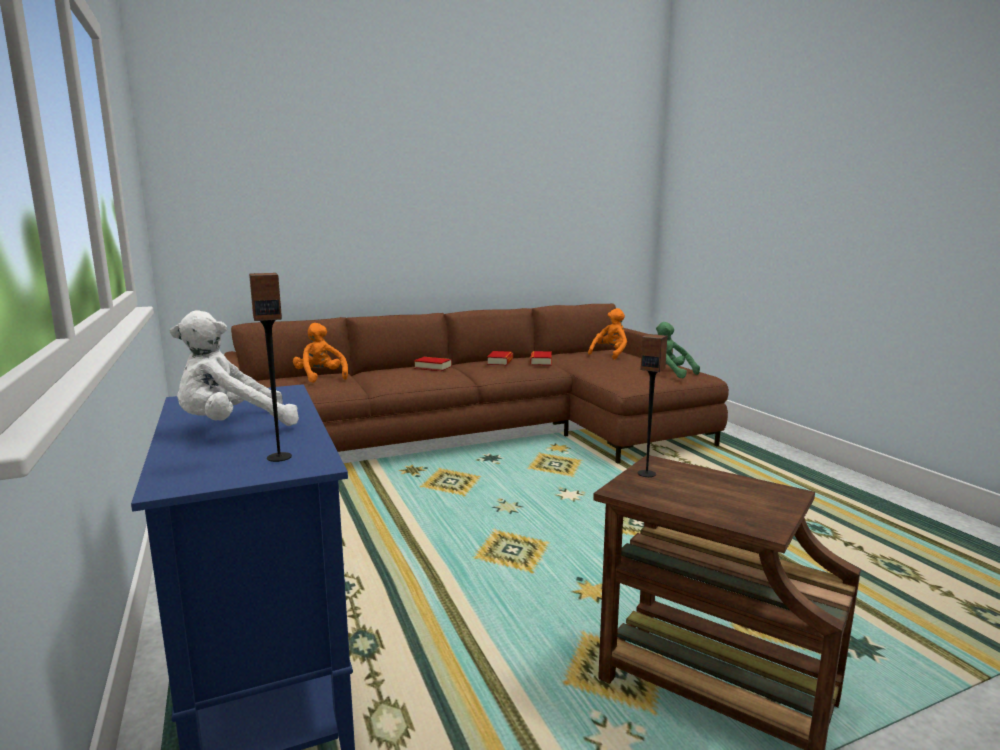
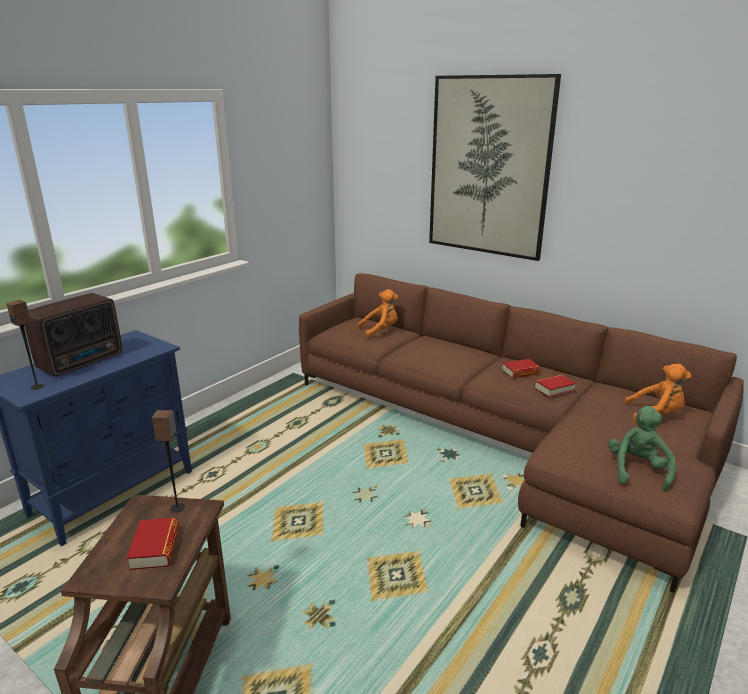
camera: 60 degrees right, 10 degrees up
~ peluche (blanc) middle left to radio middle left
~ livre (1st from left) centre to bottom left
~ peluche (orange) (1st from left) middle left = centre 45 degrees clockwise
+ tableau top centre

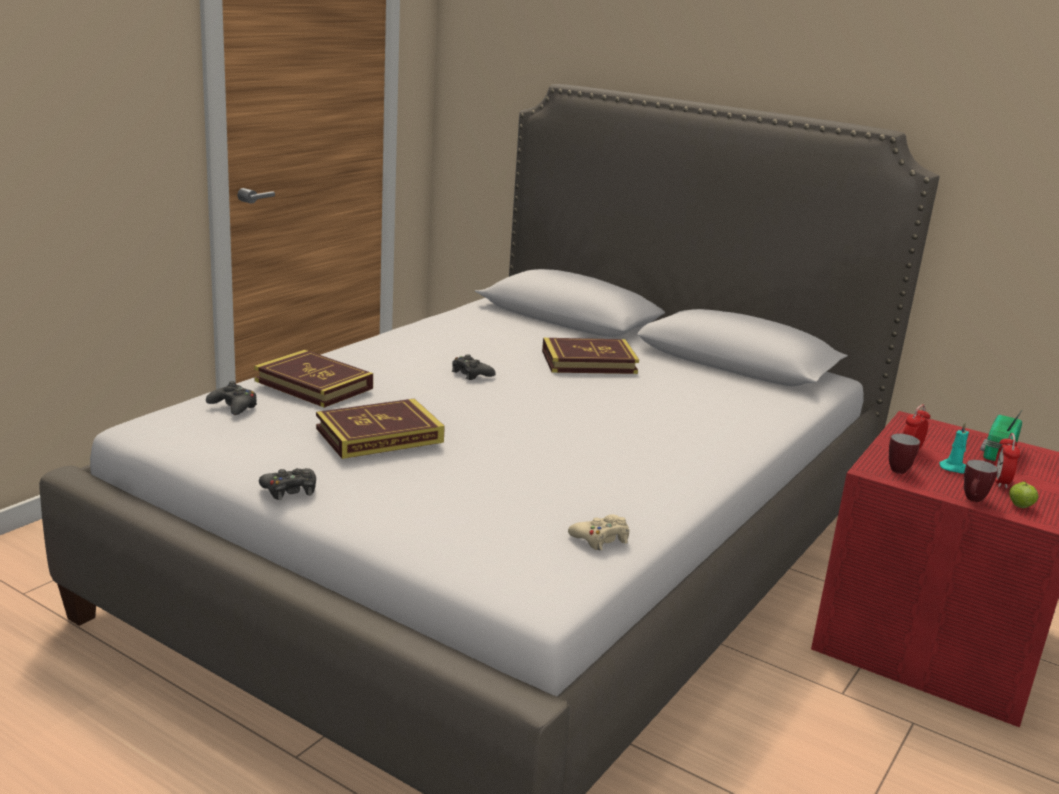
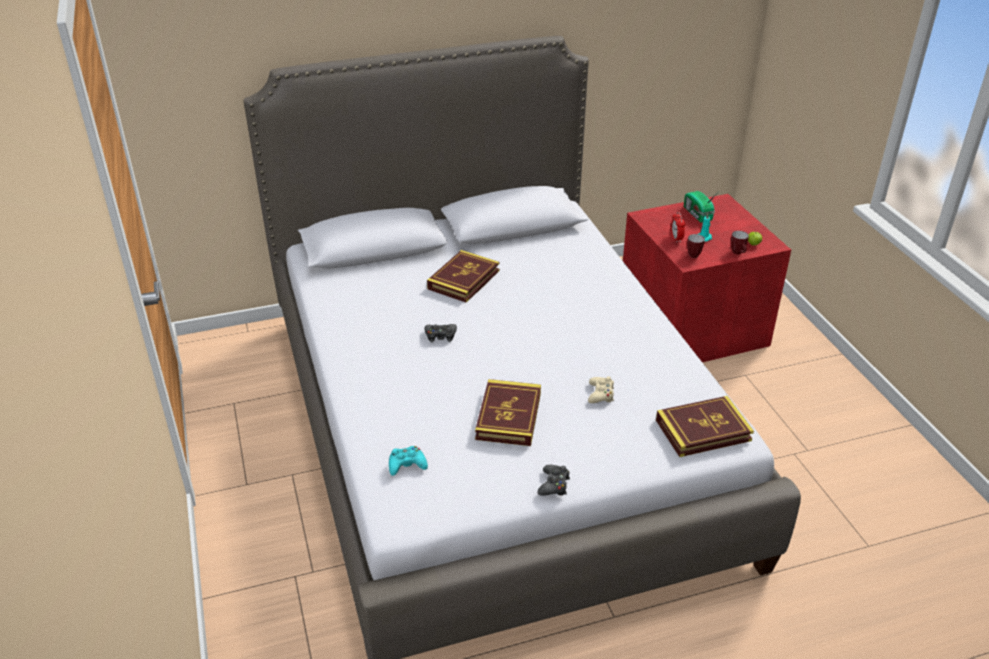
camera: 50 degrees left, 15 degrees up
~ manette (noir) (1st from left) middle left to manette (turquoise) bottom centre
~ manette (beige) bottom centre to centre
~ livre (1st from left in the first image) middle left to livre (3rd from left) middle right
- réveil (2nd from left) middle right

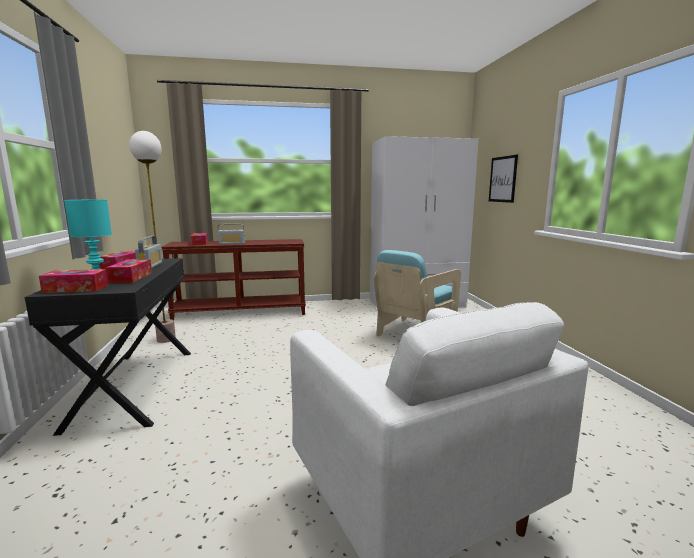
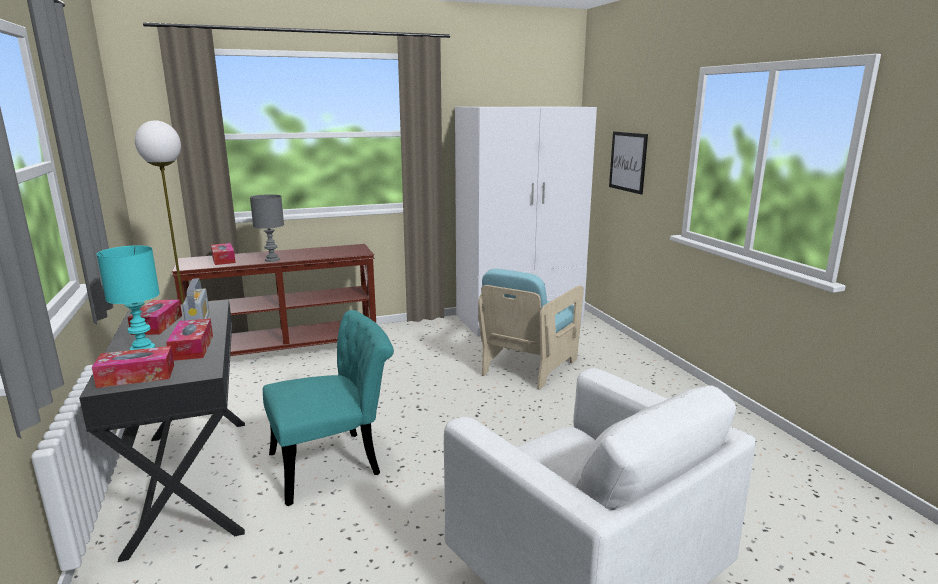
camera: 10 degrees left, 5 degrees up
~ radio (2nd from left) middle left to lampe de table (gris) middle left
+ chaise (turquoise) bottom centre

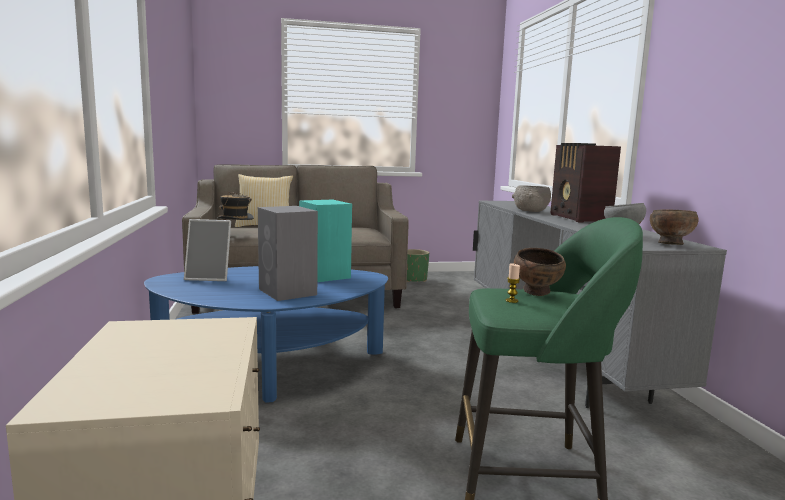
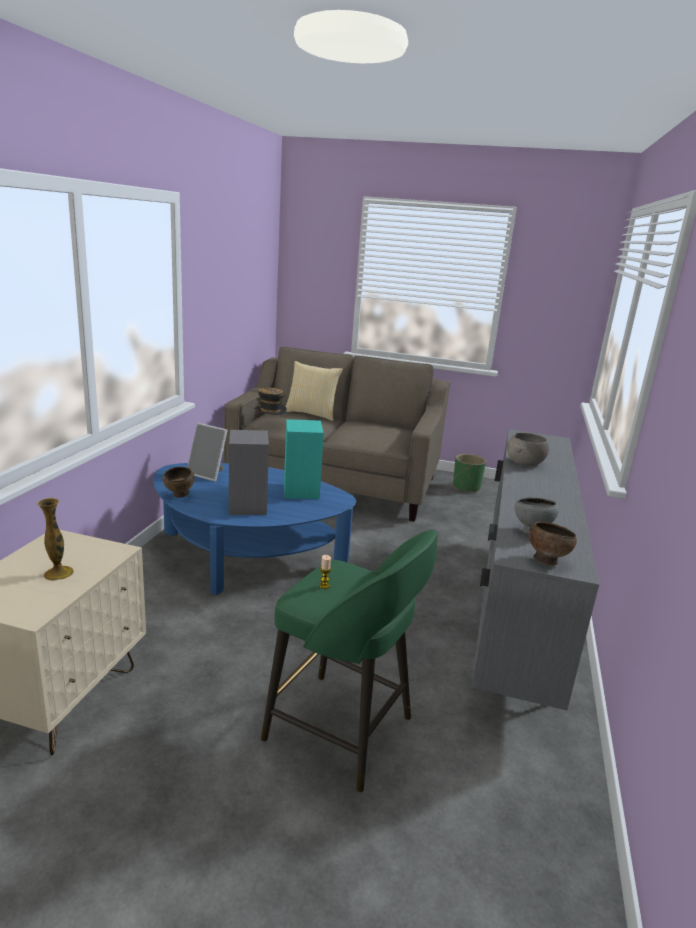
camera: 25 degrees right, 10 degrees up
+ vase middle left
~ bol (marron) (1st from left) middle right to middle left
- radio middle right

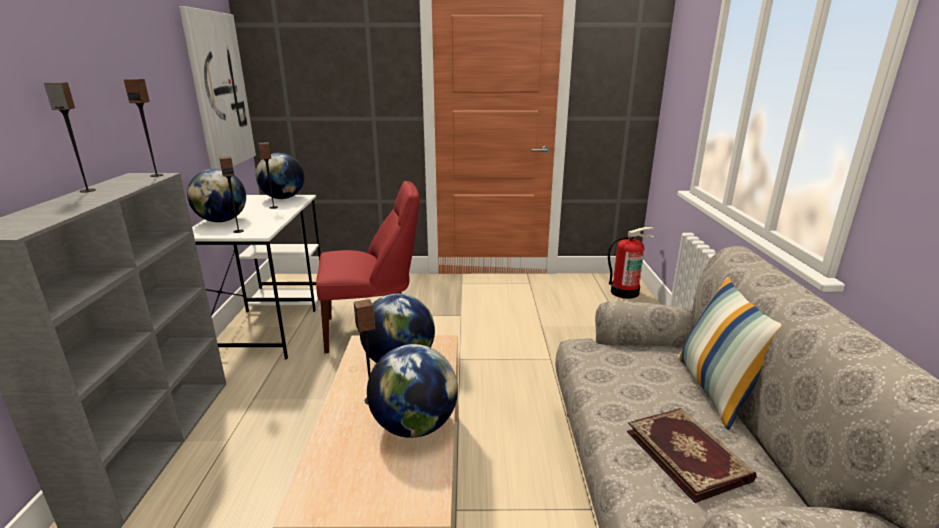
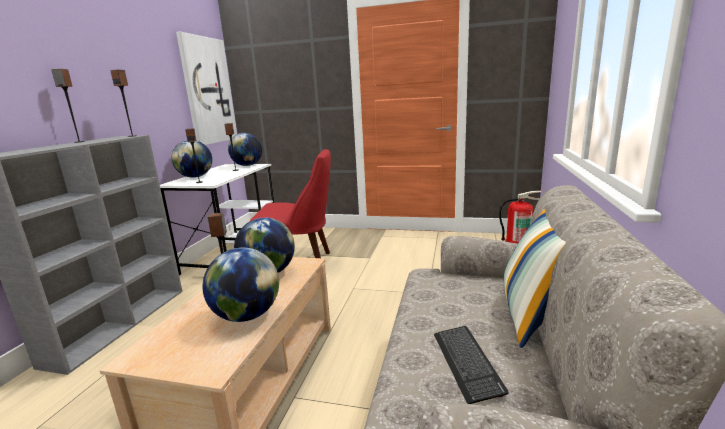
camera: 15 degrees right, 5 degrees down
~ livre bottom right to clavier bottom centre

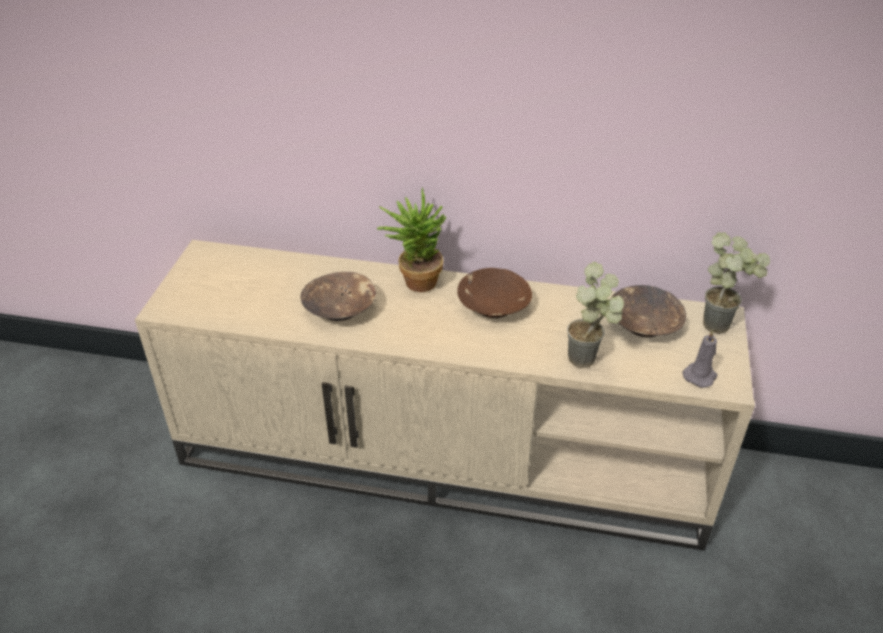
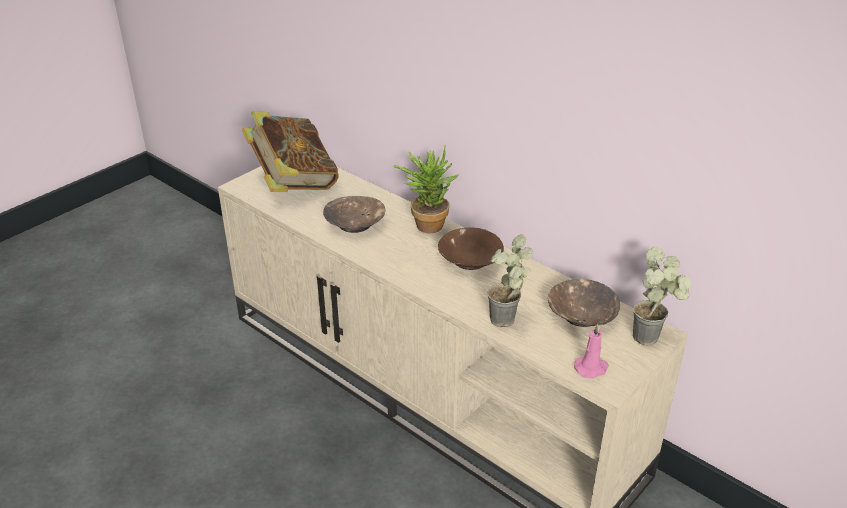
camera: 30 degrees right, 5 degrees down
+ livre top centre
~ bougie (gris) middle right to bougie (rose) bottom right

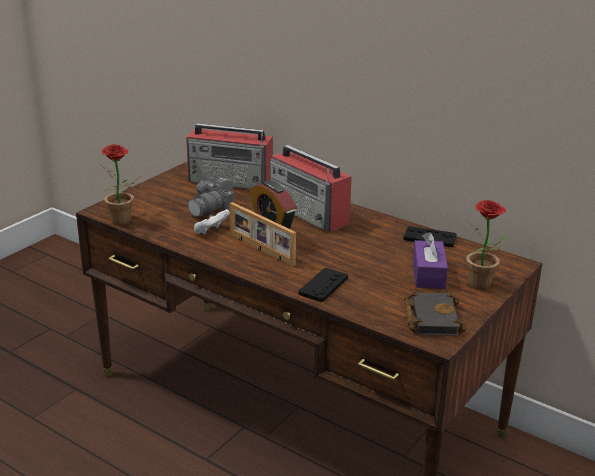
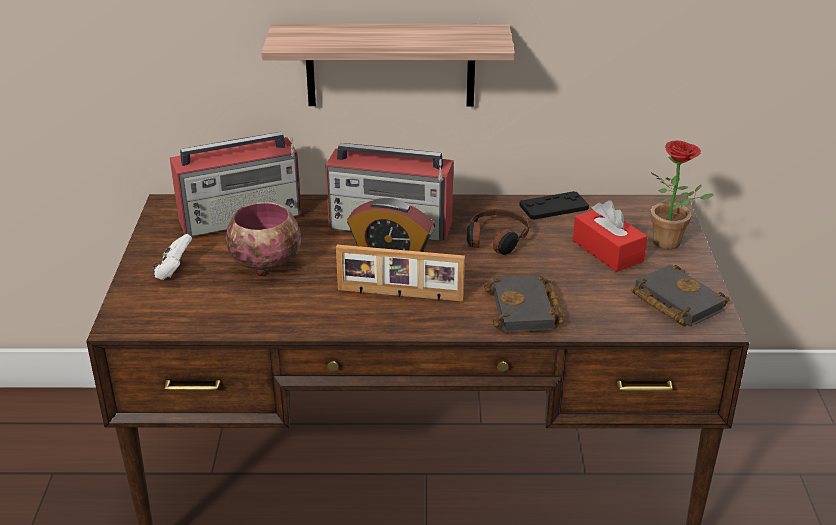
camera: 35 degrees left, 5 degrees up
~ manette (blanc) centre to middle left
~ appareil photo centre to bol middle left
+ étagère top centre
+ casque audio centre
~ manette (noir) (1st from left) centre to livre (noir) (1st from left) centre
~ boîte à mouchoirs (violet) middle right to boîte à mouchoirs (rouge) middle right
- plante en pot (1st from left) middle left

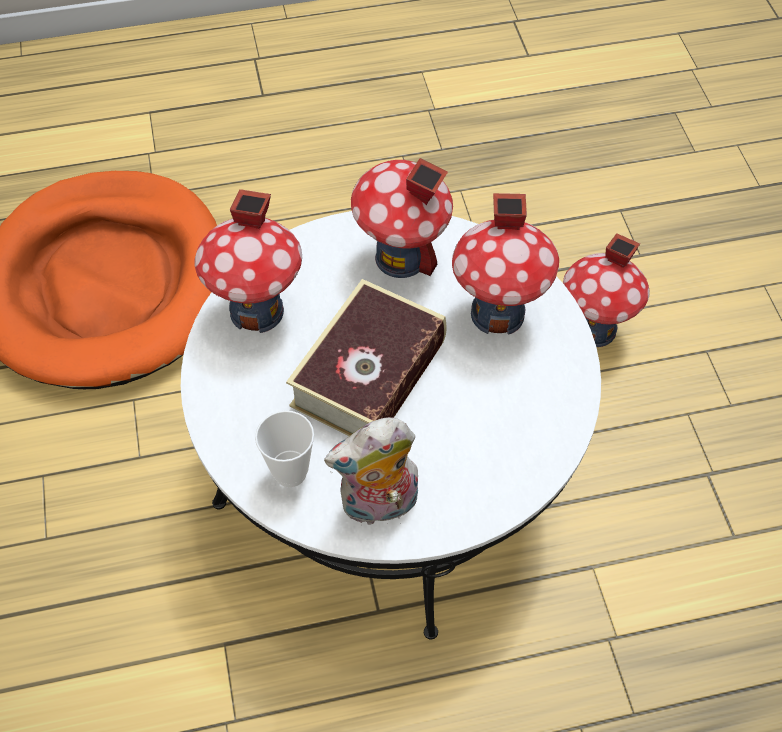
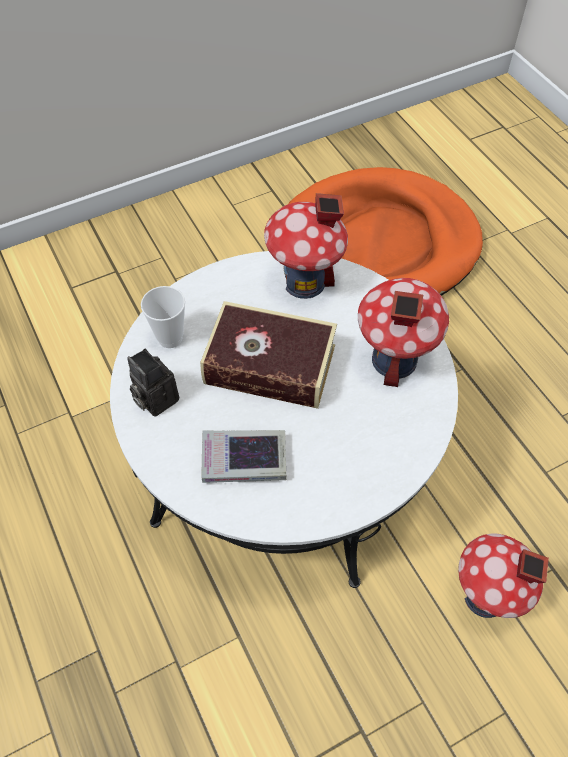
camera: 75 degrees right, 0 degrees up
~ peluche centre to appareil photo middle left
+ livre (1st from left) centre
- maison miniature (3rd from left) centre

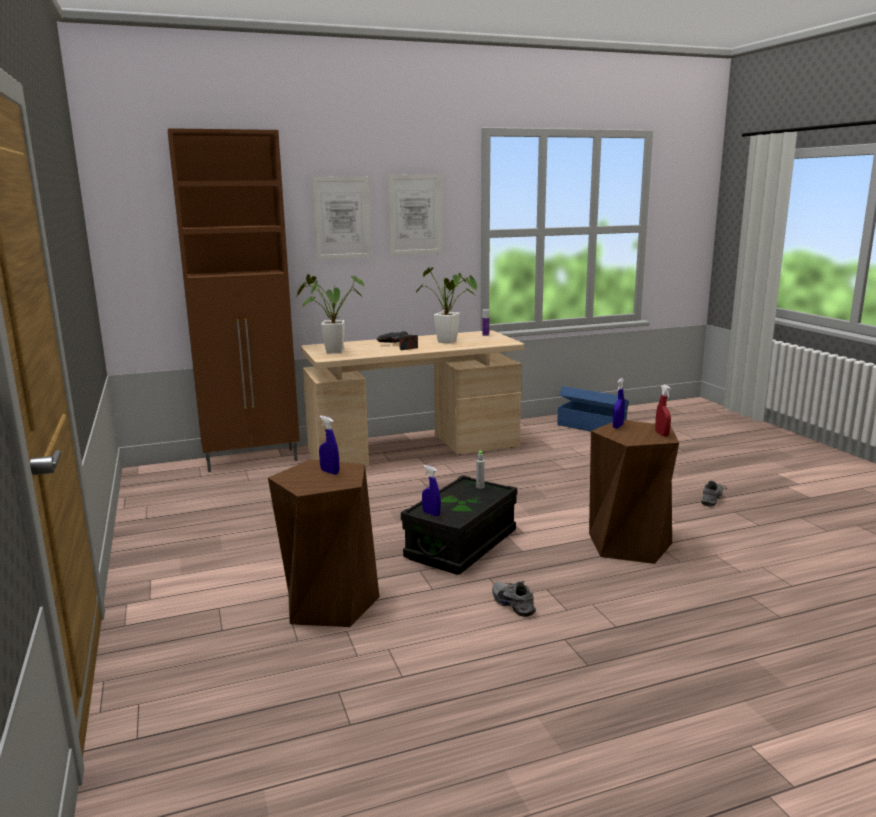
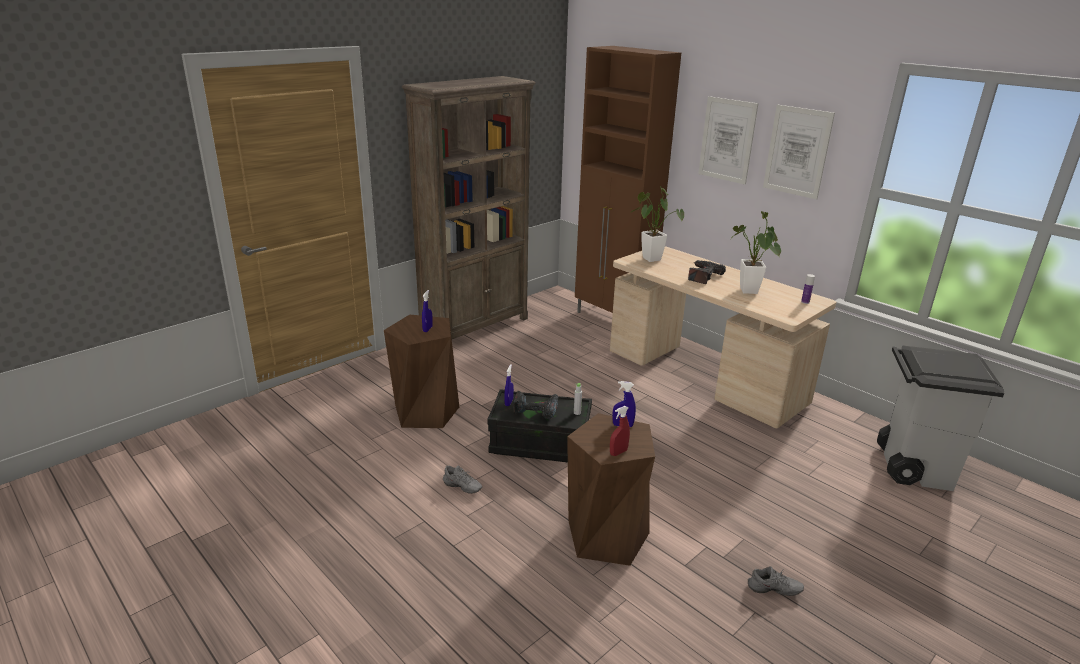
camera: 65 degrees right, 10 degrees up
+ bibliothèque (marron) top centre
~ chaussure (gris) (1st from left) bottom centre = bottom centre 90 degrees clockwise
+ perceuse (1st from left) centre
~ boîte de rangement (bleu) middle right to poubelle (gris) middle right

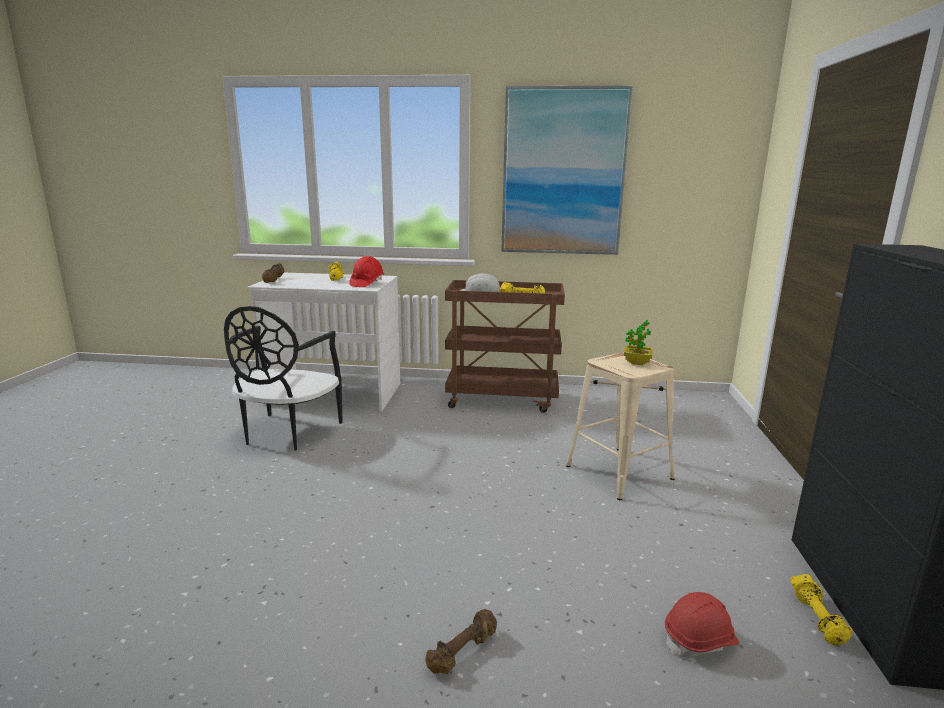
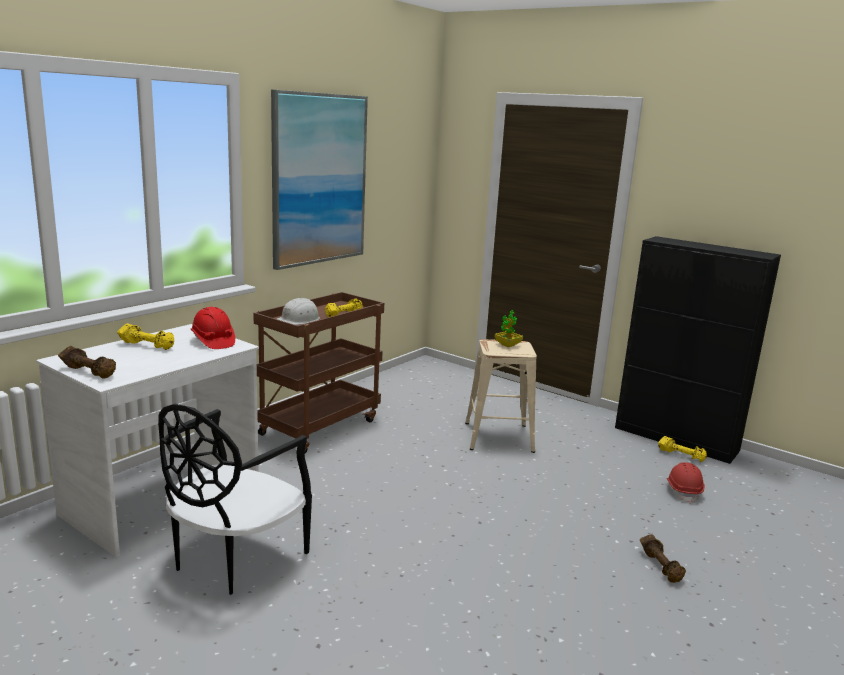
camera: 60 degrees left, 0 degrees up
~ chaise (noir) middle left = bottom left 75 degrees clockwise

